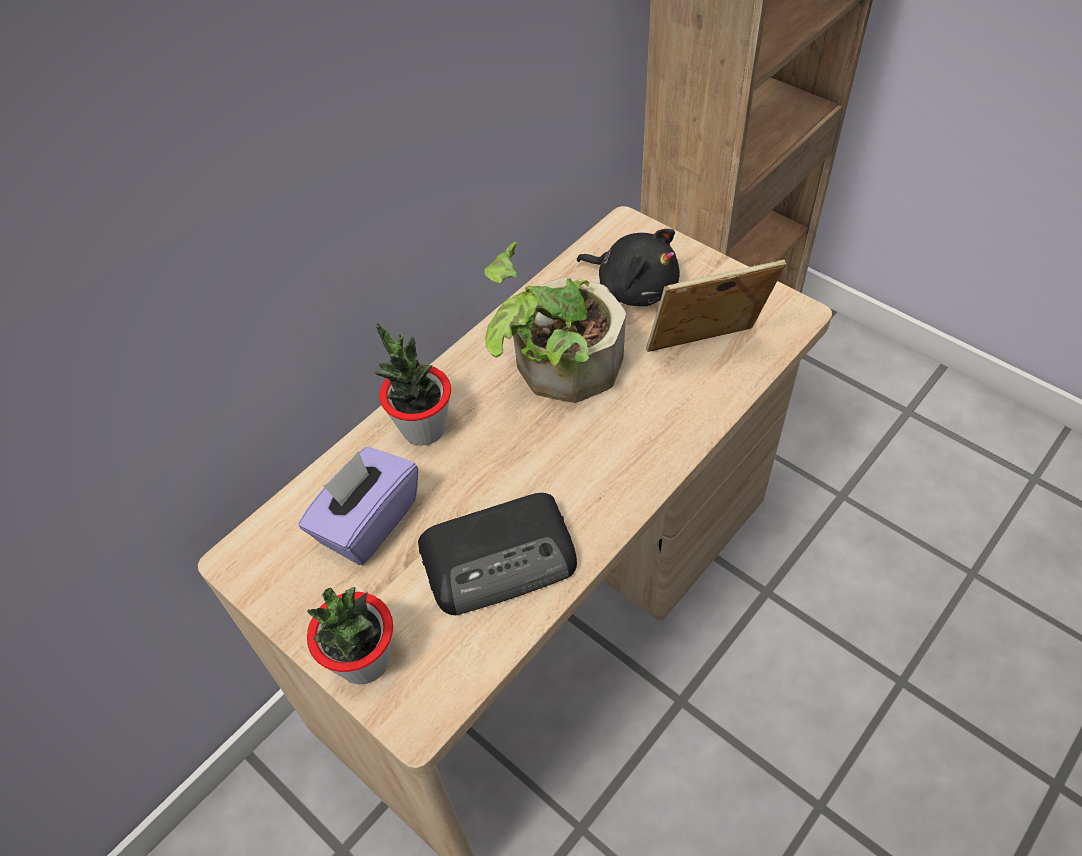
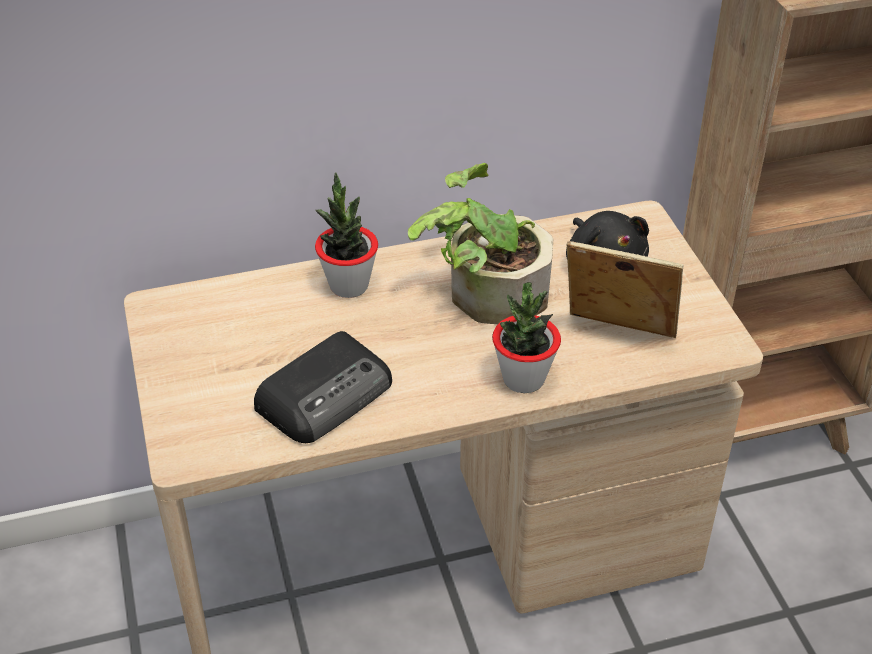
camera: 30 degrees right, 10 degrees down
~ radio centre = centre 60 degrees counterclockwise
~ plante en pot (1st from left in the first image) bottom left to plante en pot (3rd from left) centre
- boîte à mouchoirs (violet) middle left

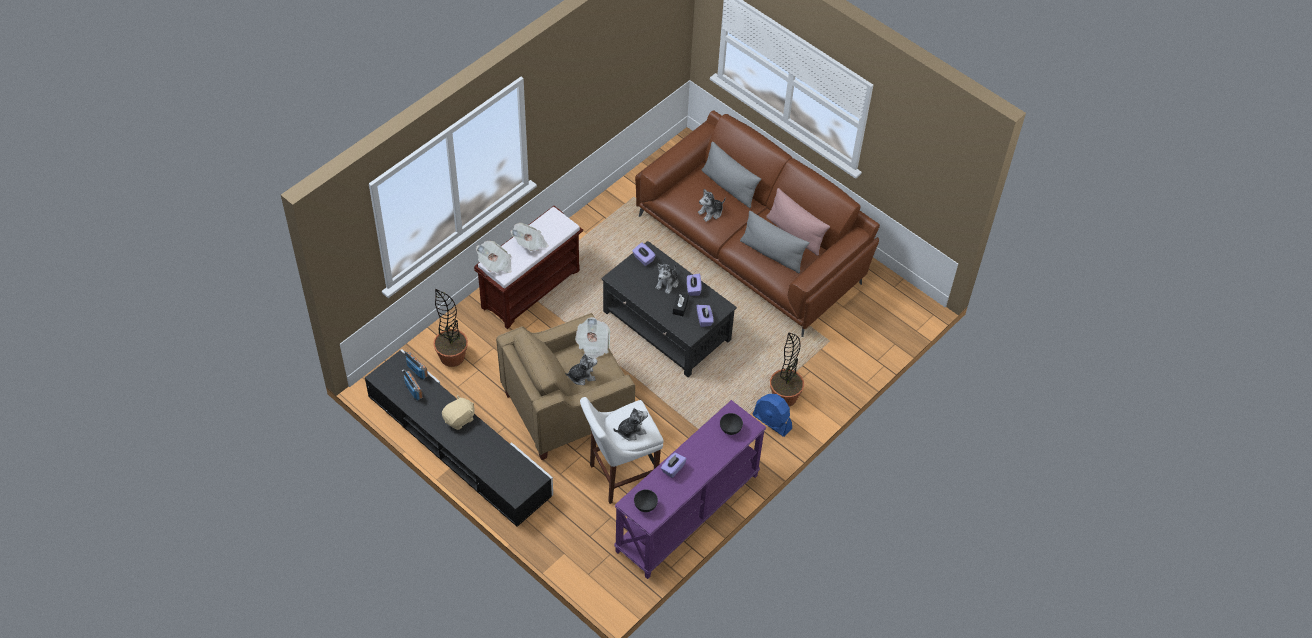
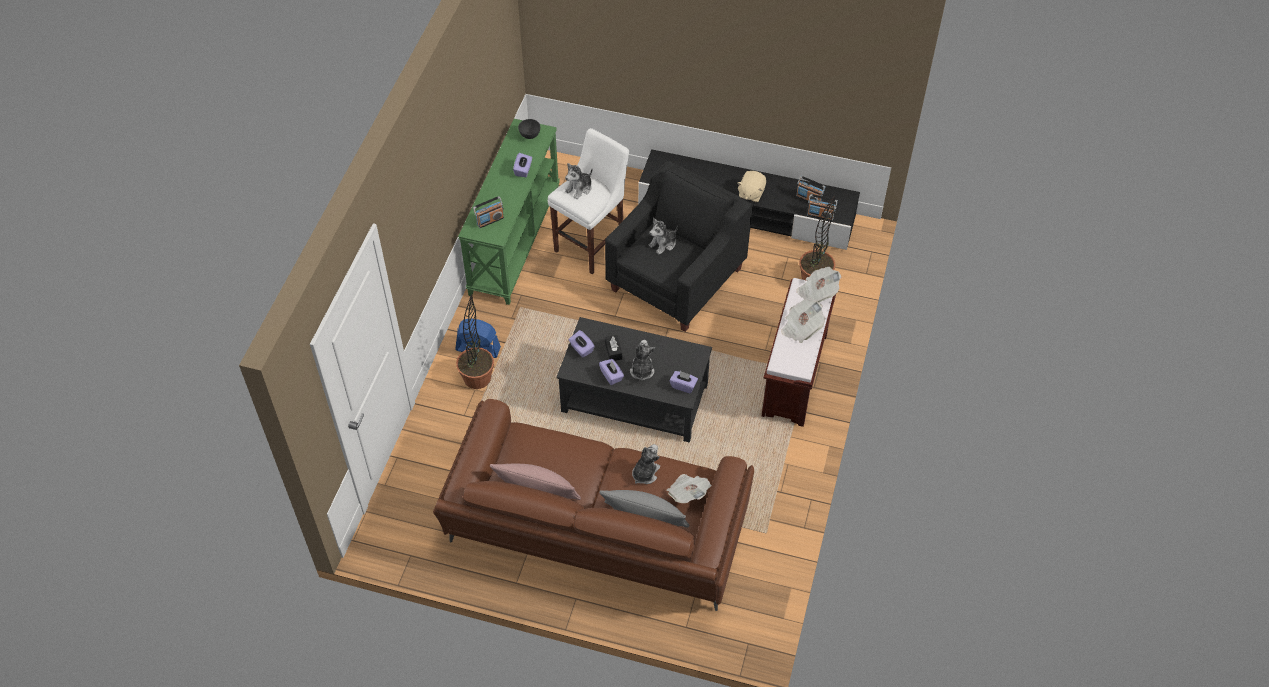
camera: 155 degrees right, 0 degrees up
~ table console (violet) bottom centre to table console (vert) top centre
~ bol (gris) (2nd from left) centre to radio (1st from left) top centre
~ fauteuil (beige) centre to fauteuil (noir) centre
~ journal (3rd from left in the first image) centre to journal (1st from left) bottom centre
- coussin (gris) (2nd from left) centre

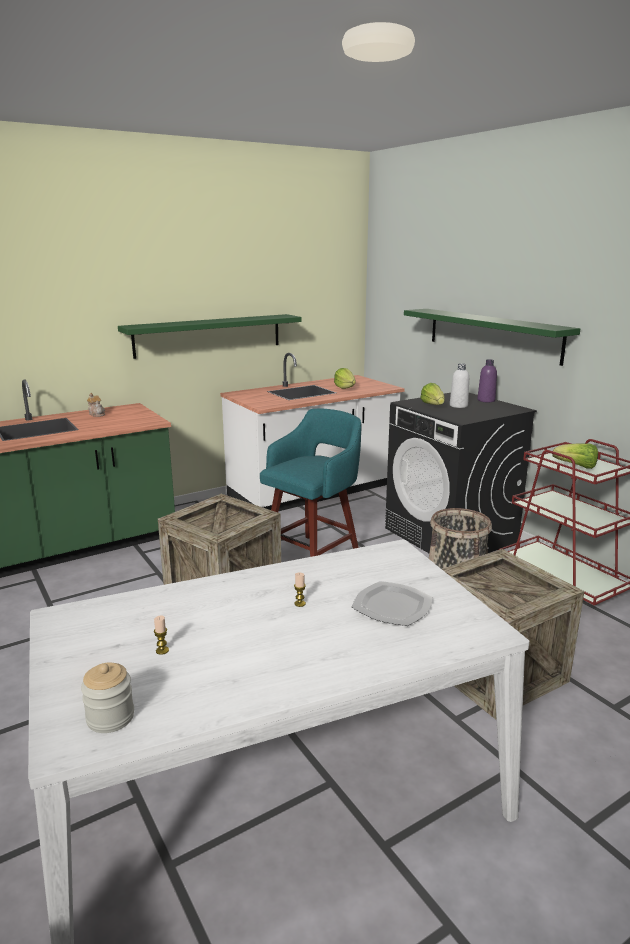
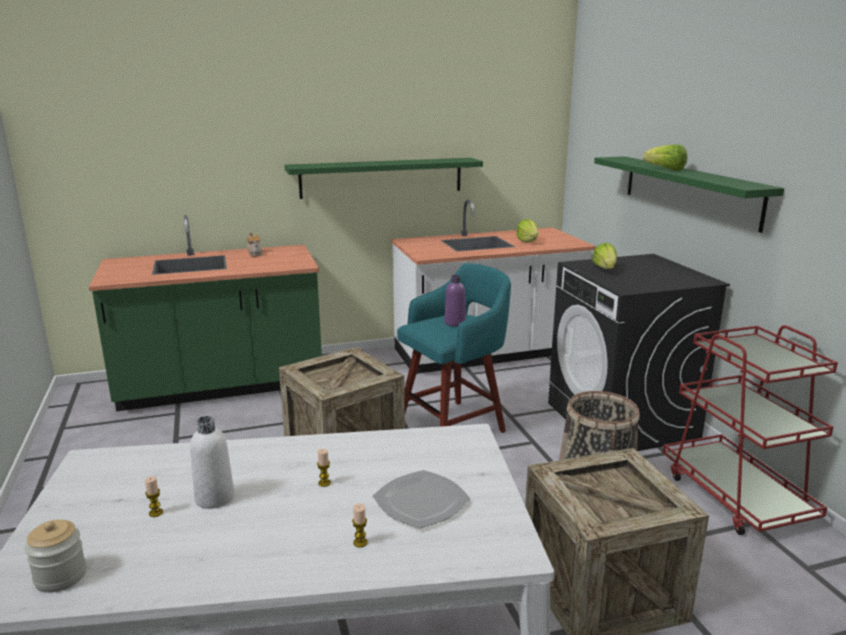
camera: 15 degrees right, 0 degrees up
~ bouteille (blanc) middle right to bottom left
+ bougie (3rd from left) bottom centre
~ bouteille (violet) middle right to centre
~ laitue (3rd from left) middle right to top right

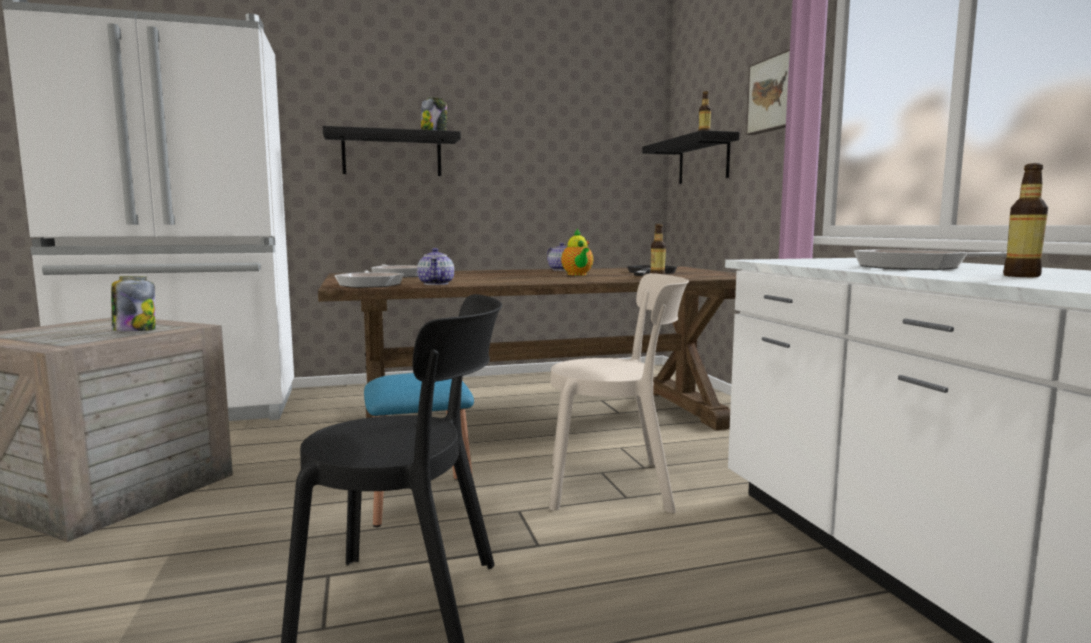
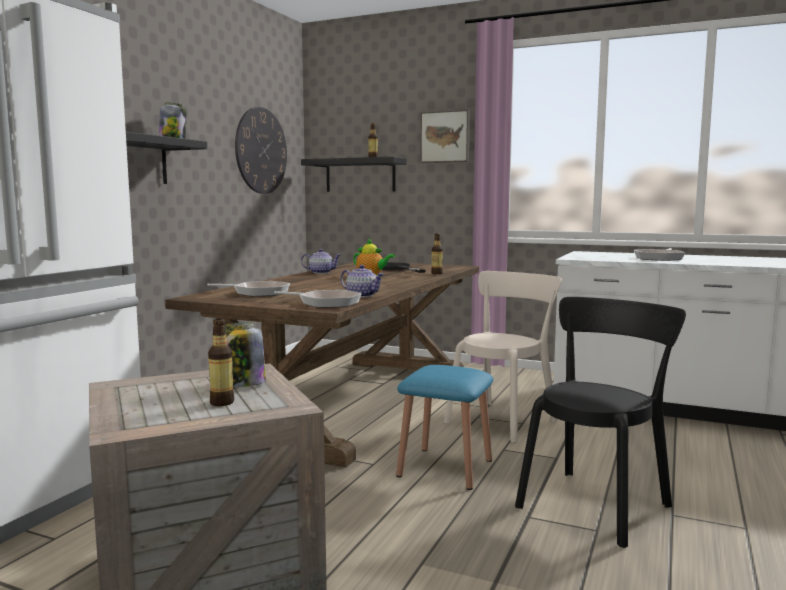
camera: 50 degrees left, 0 degrees up
~ bouteille (3rd from left in the first image) middle right to bouteille (1st from left) middle left
+ horloge murale top left

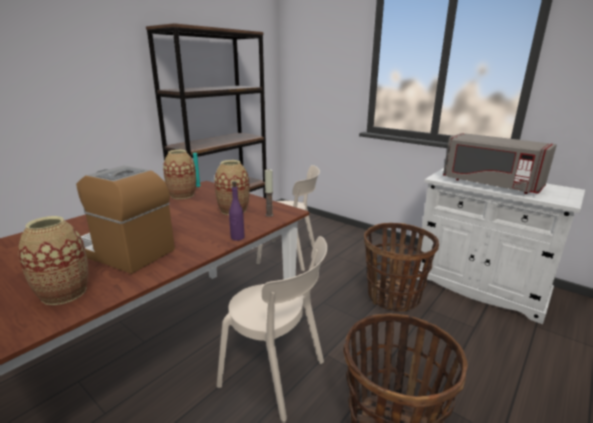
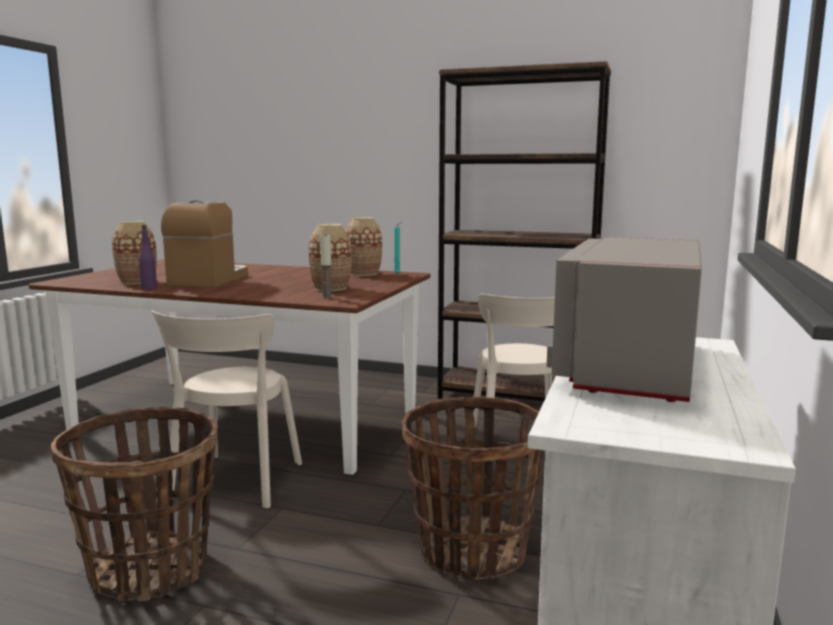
camera: 70 degrees right, 10 degrees down
~ bouteille (violet) centre to middle left

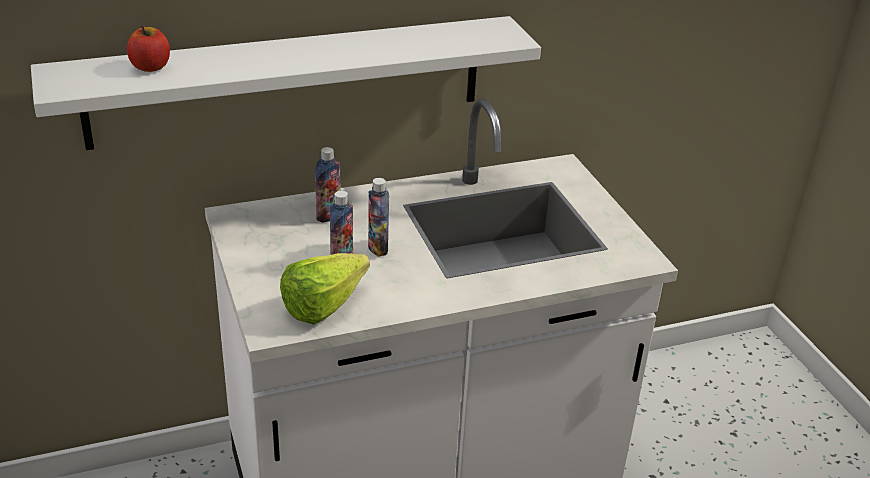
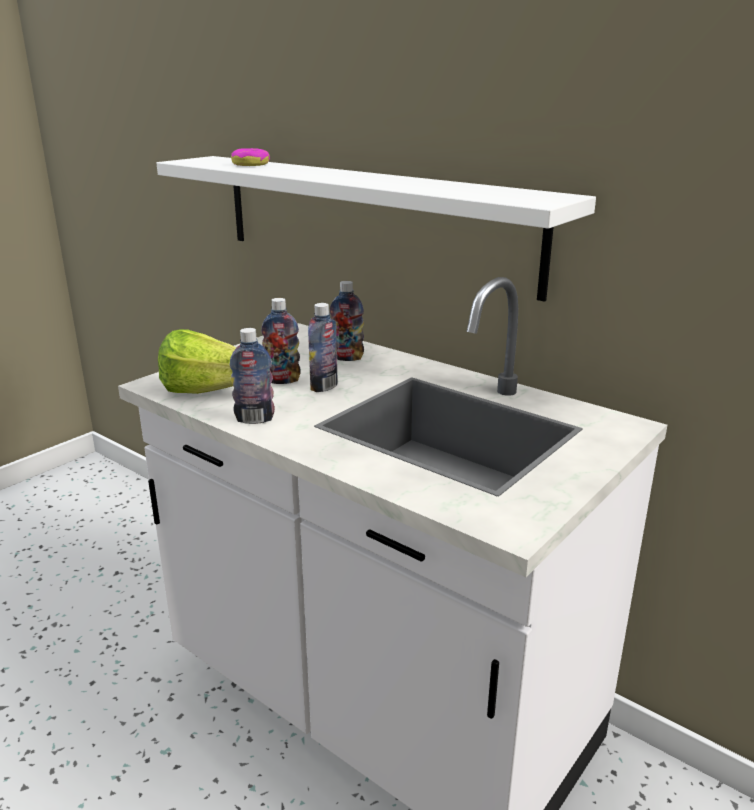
camera: 60 degrees right, 10 degrees down
+ bouteille (1st from left) centre
~ pomme top left to beignet top left

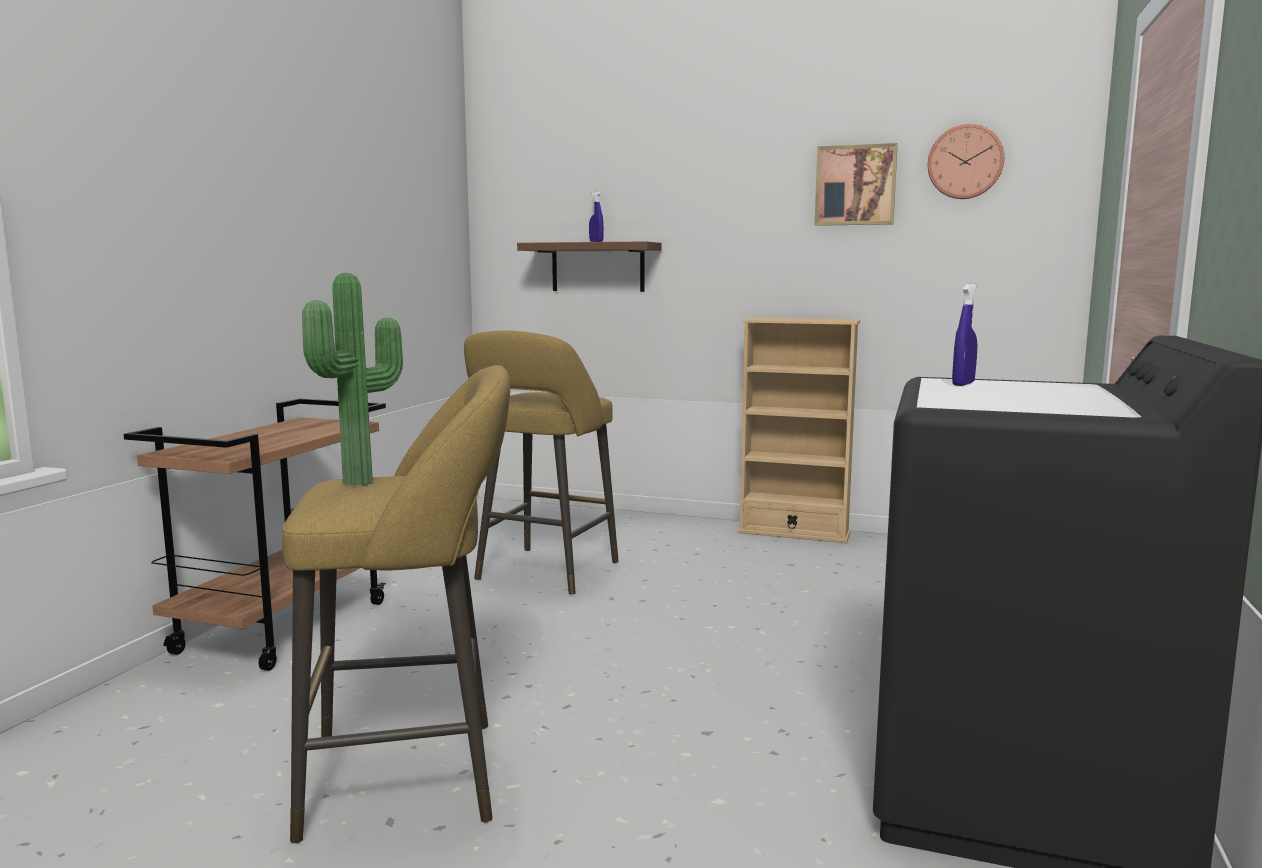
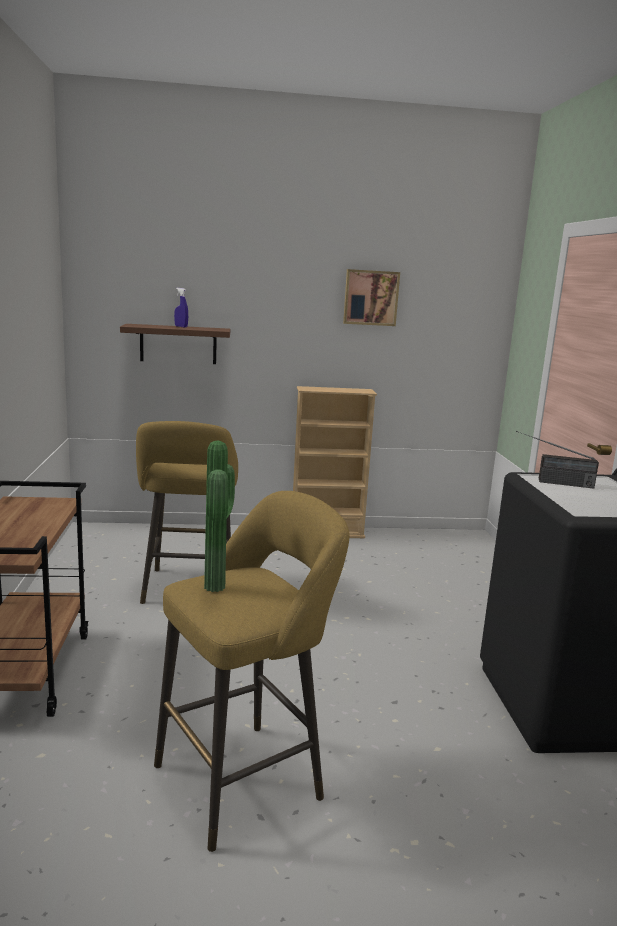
camera: 25 degrees left, 5 degrees up
~ vaporisateur (bleu) (2nd from left) middle right to radio middle right
- horloge murale top right

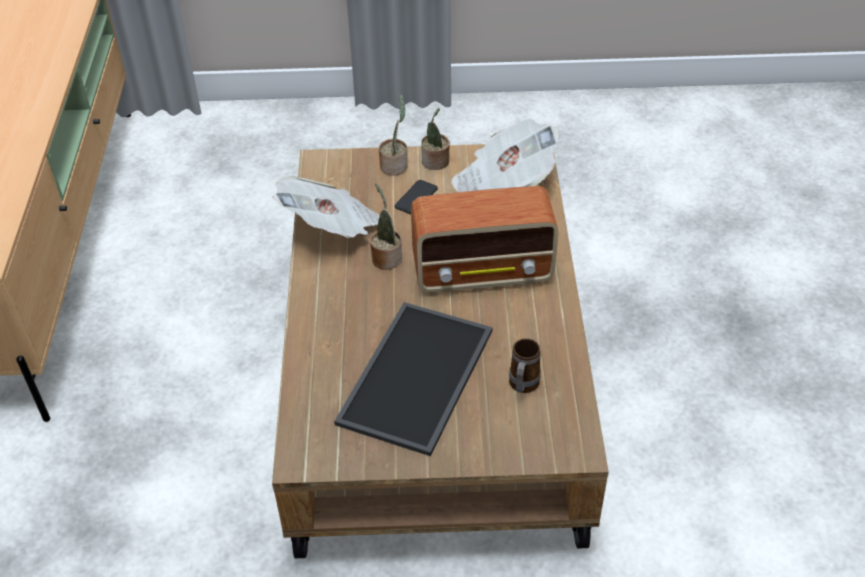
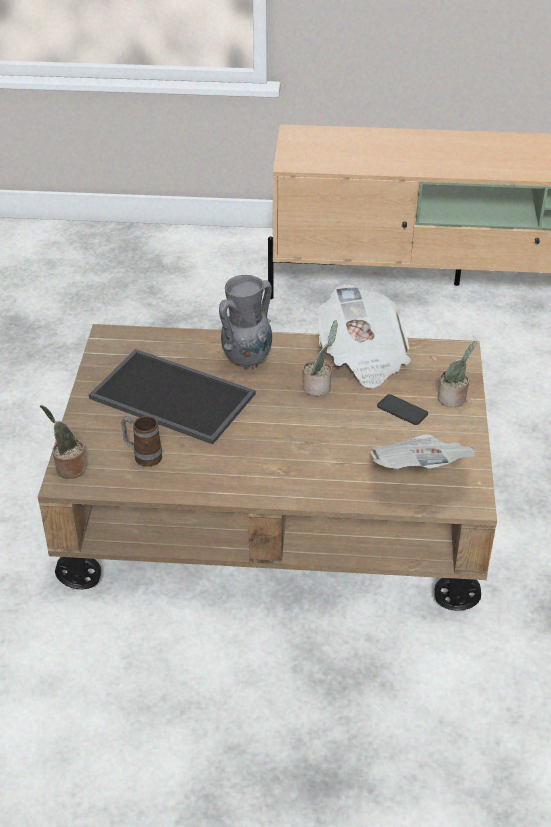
camera: 95 degrees right, 5 degrees down
~ plante en pot (3rd from left in the first image) top centre to plante en pot (1st from left) middle left
+ vase (gris) centre
- radio centre

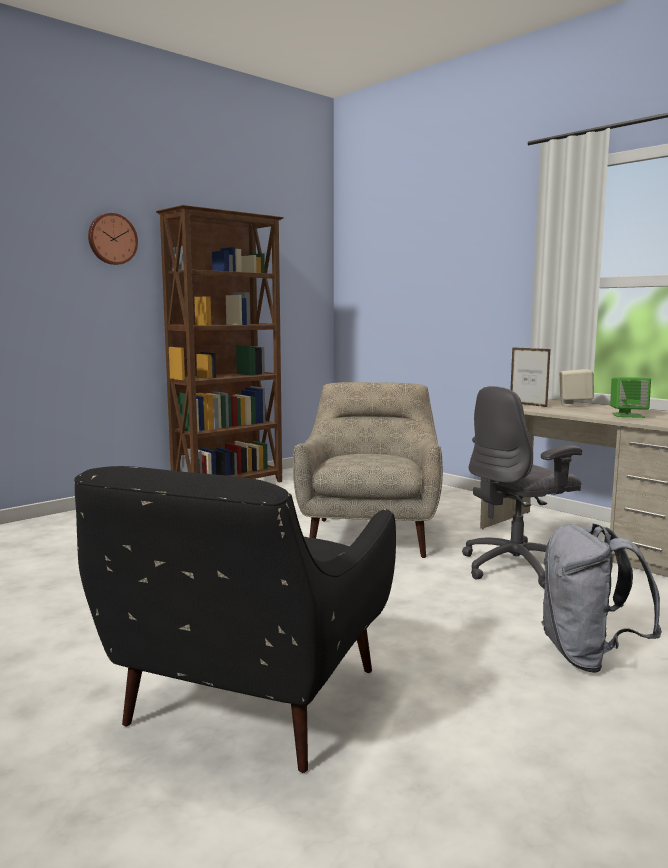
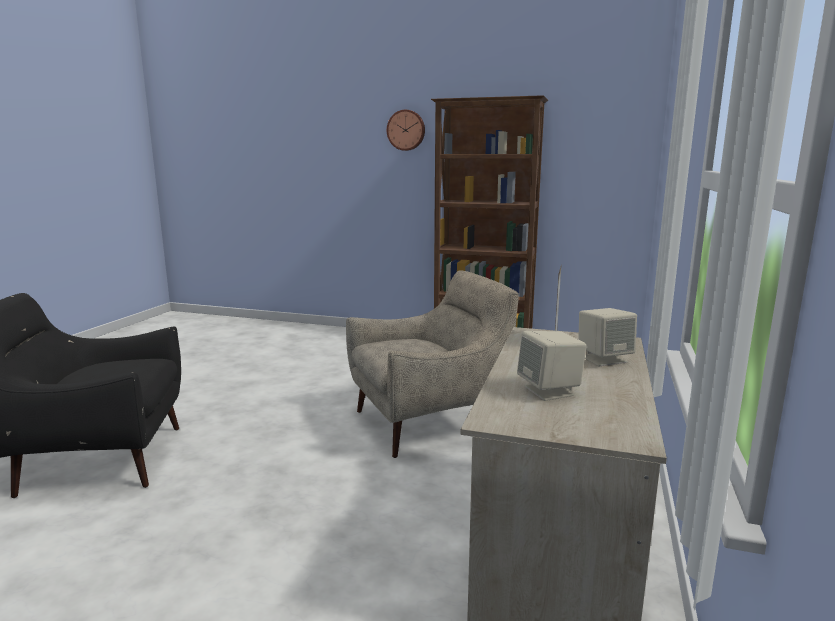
camera: 60 degrees right, 5 degrees up
~ enceinte (vert) middle right to enceinte (beige) (1st from left) centre
- chaise de bureau (gris) middle right
- sac à dos (gris) bottom right

